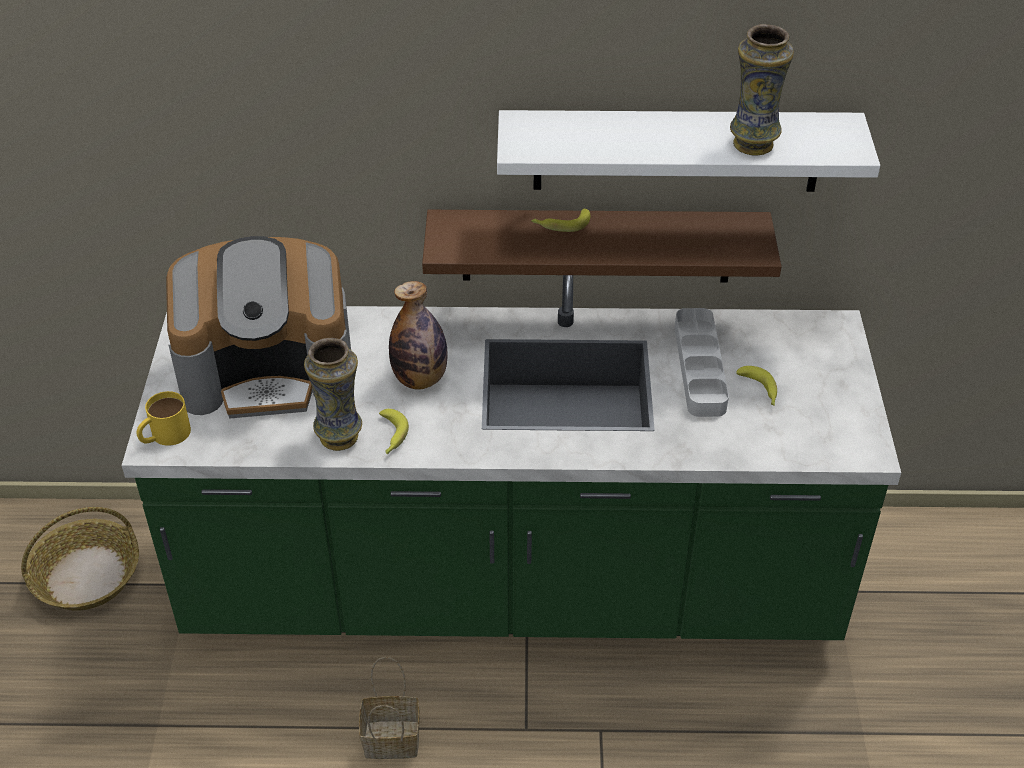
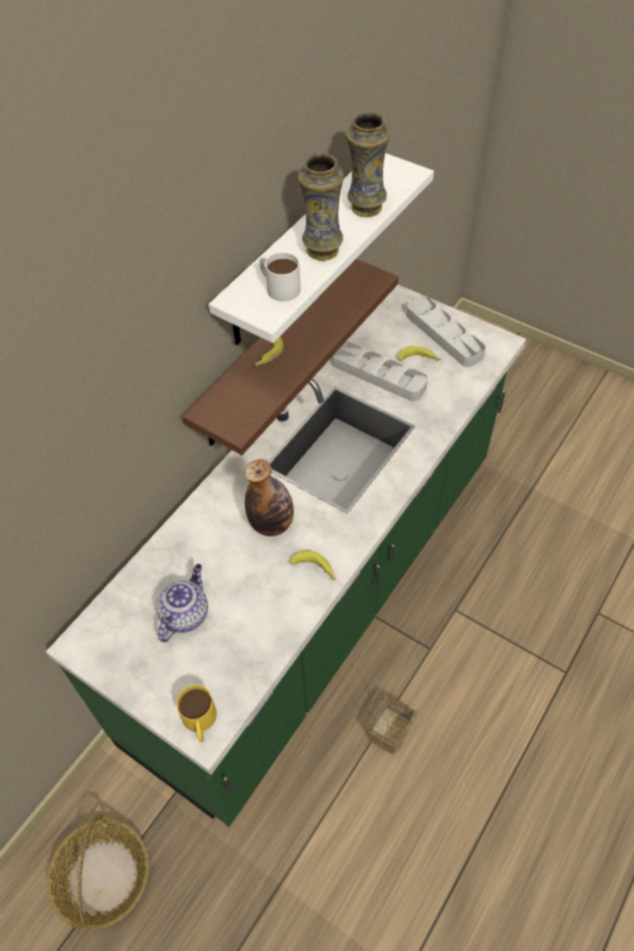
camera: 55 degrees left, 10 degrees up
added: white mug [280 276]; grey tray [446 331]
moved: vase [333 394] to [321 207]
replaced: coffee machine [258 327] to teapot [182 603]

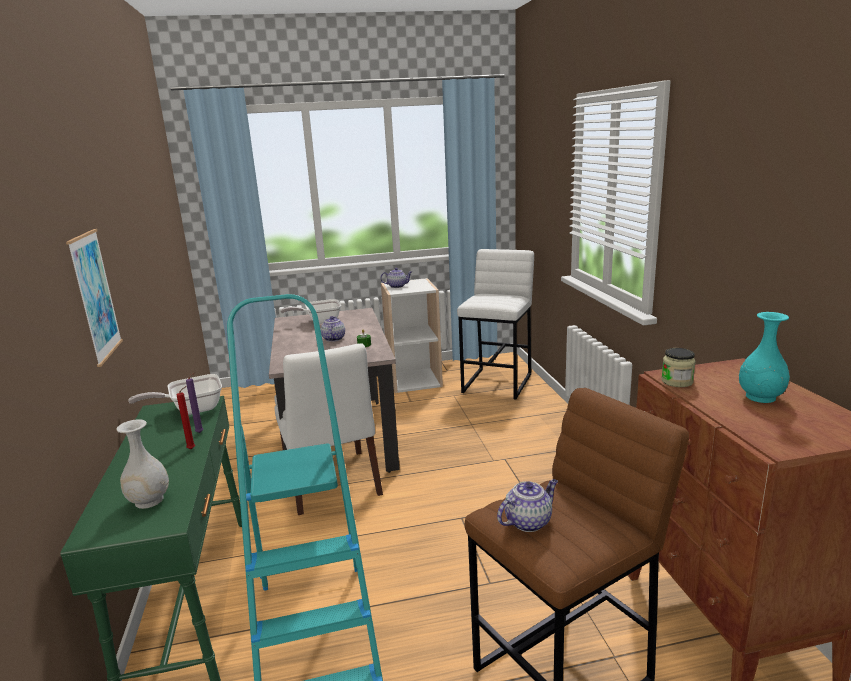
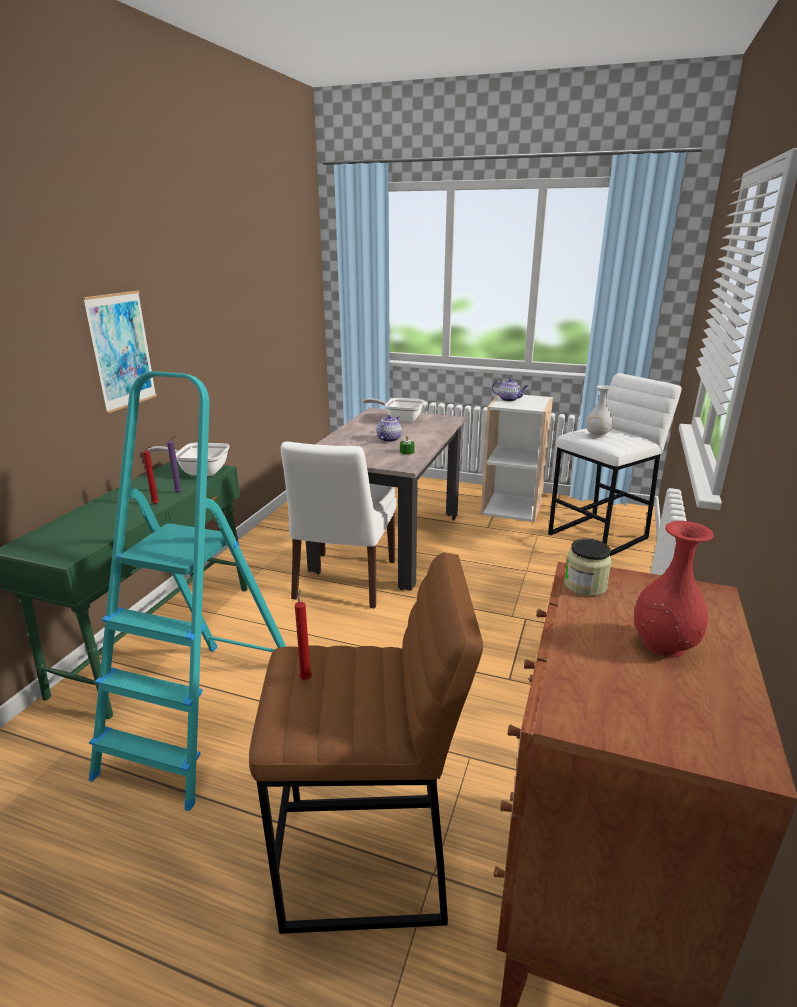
camera: 30 degrees right, 5 degrees up
moved: white vase [142 464] to [599 411]
replaced: teapot [527 505] to red candle [303 635]
recoloured: turquoise vase [764 357] to red vase [674 589]

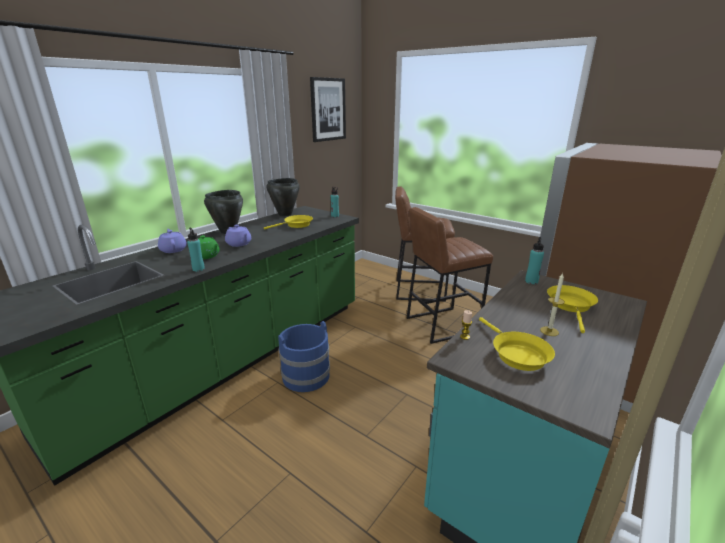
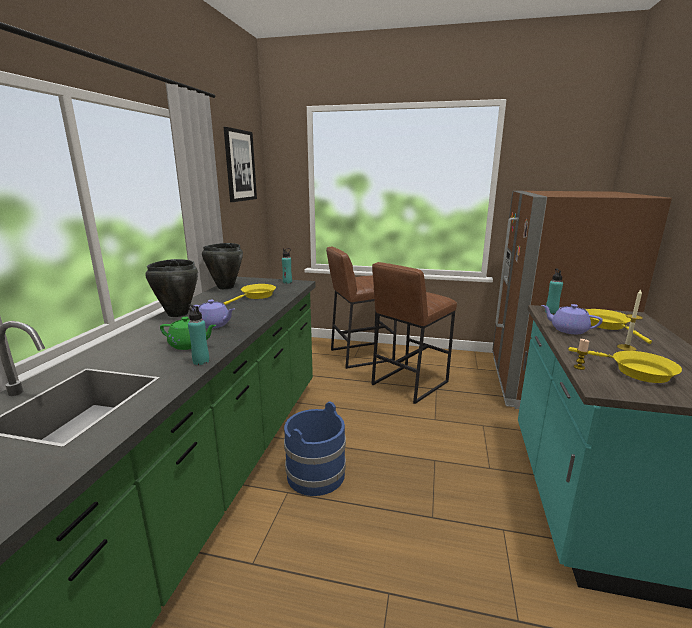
camera: 25 degrees left, 5 degrees down
moved: purple teapot [172 241] to [572 319]

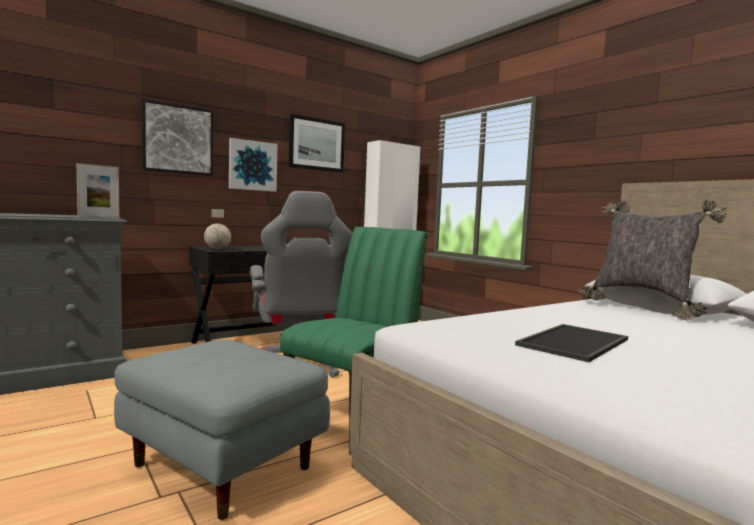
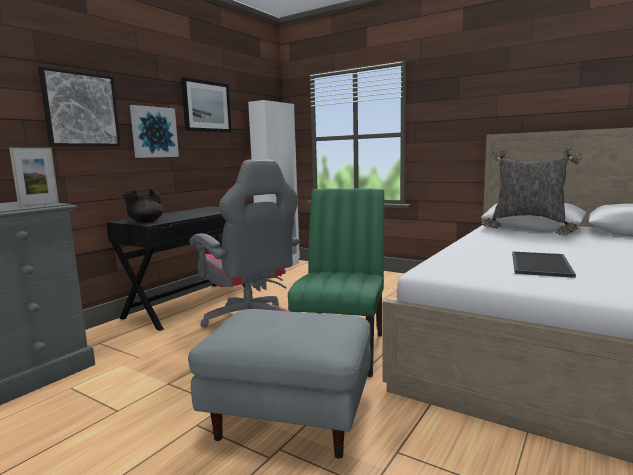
camera: 20 degrees left, 5 degrees up
replaced: globe [217 229] to black teapot [143 205]

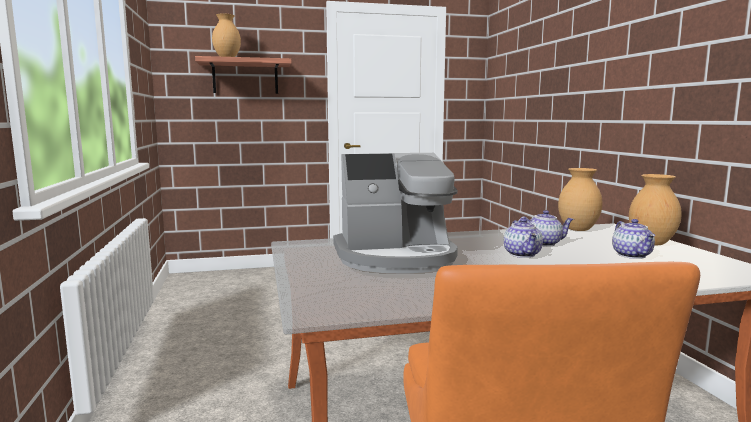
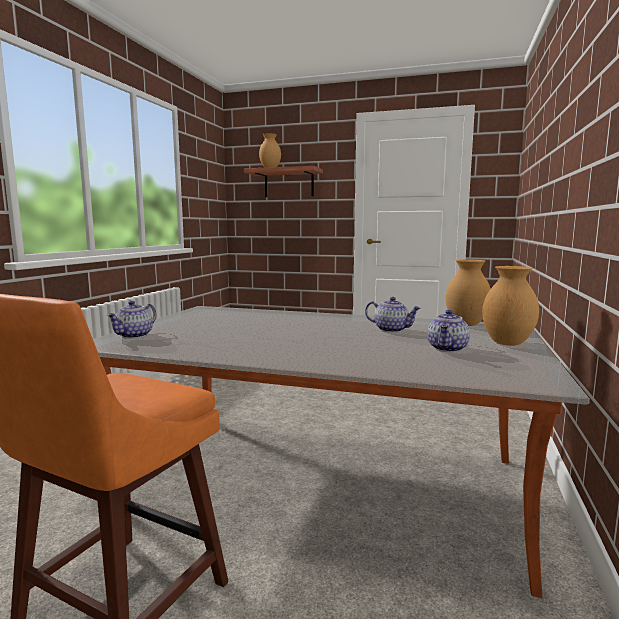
camera: 30 degrees right, 0 degrees up
removed: coffee machine [395 213]
moved: teapot [523 238] to [131 320]

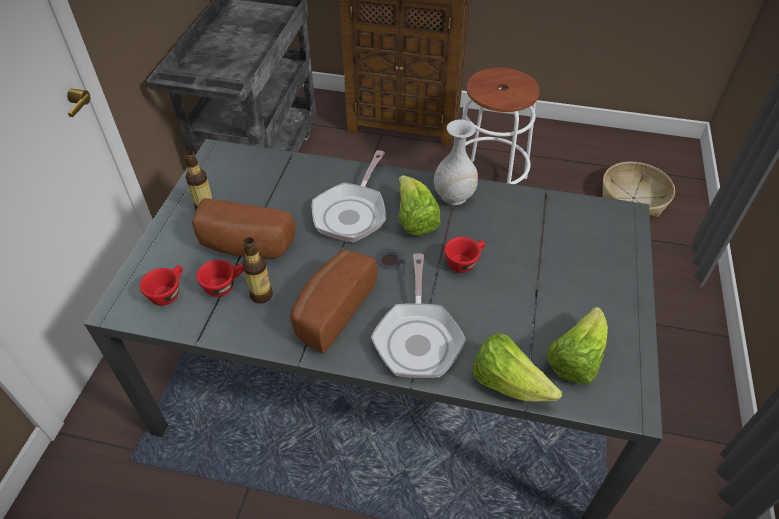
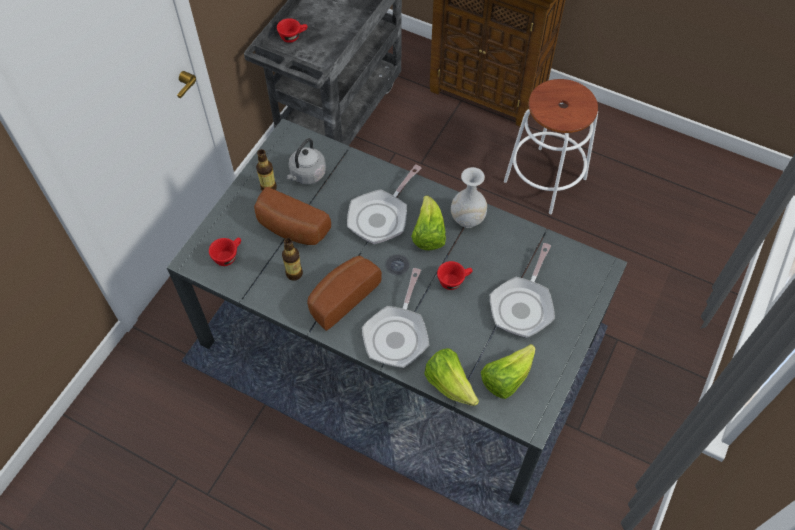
camera: 15 degrees right, 10 degrees up
removed: basket [638 189]
added: grey kettle [306 161]; frying pan [522 290]
moved: red cup [220 278] to [292 30]

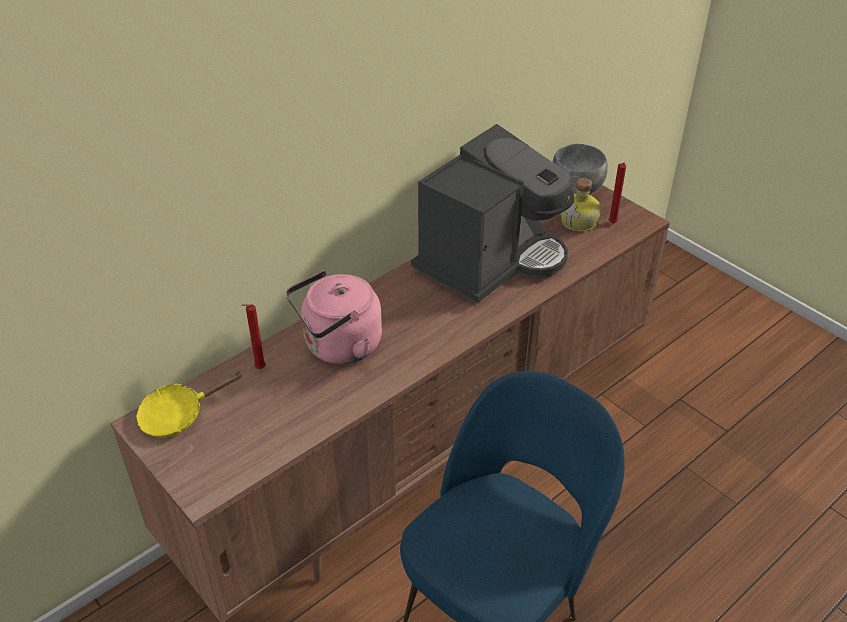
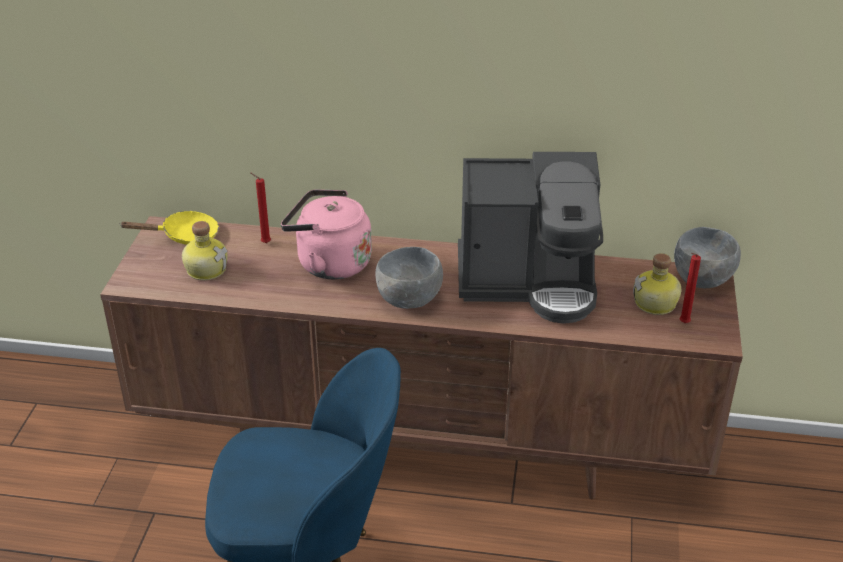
camera: 50 degrees right, 5 degrees down
added: bottle [205 250]; grey bowl [409 278]
turned: yellow frying pan [189 404] = [169 228] 150 degrees clockwise

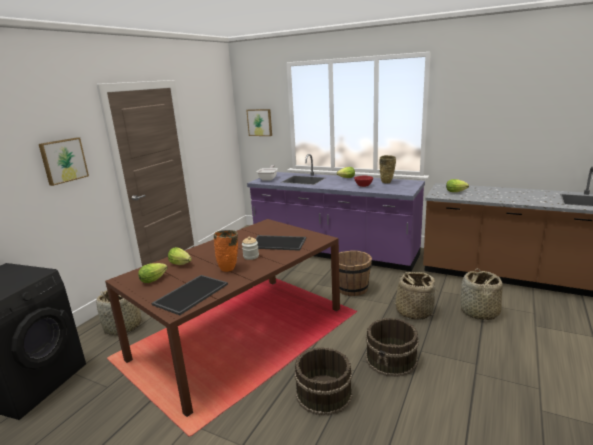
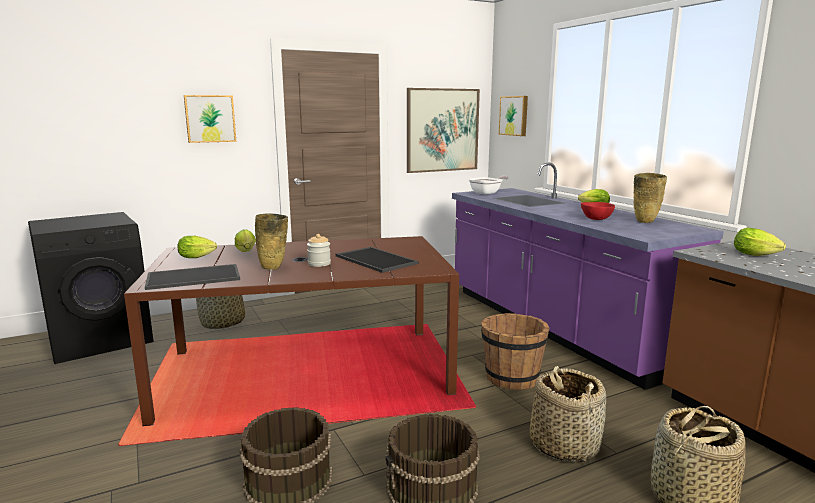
camera: 35 degrees right, 5 degrees down
added: picture [443 130]
recoloured: orange vase [226 251] to beige vase [271 241]

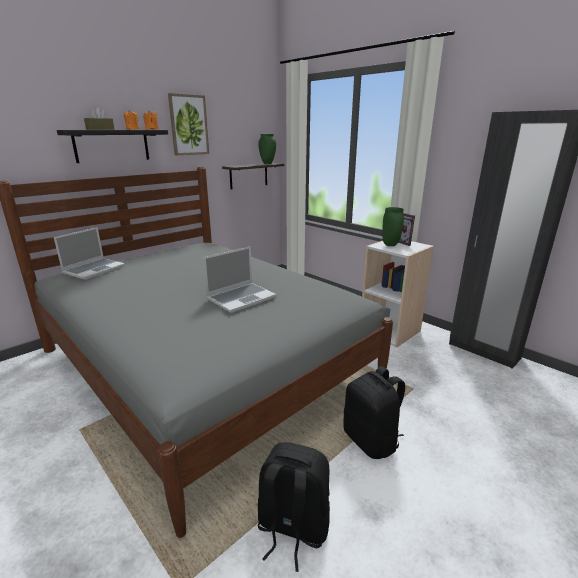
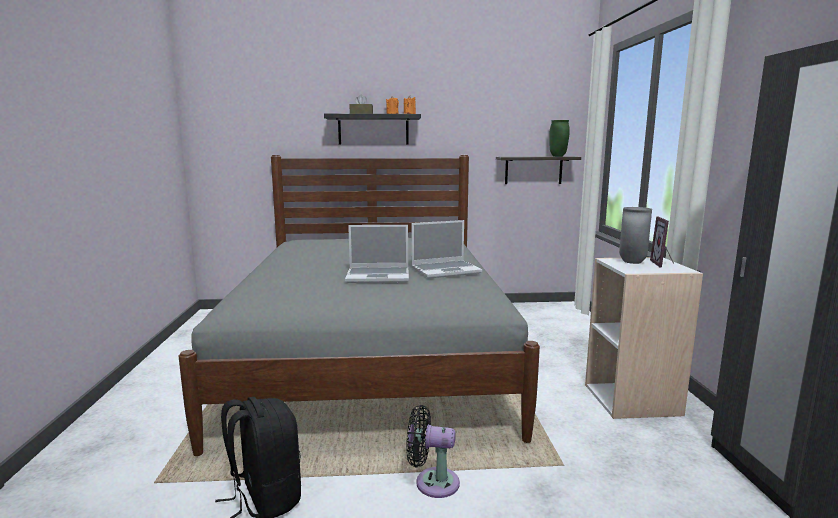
camera: 40 degrees right, 10 degrees down
removed: picture [188 124]
moved: laptop [89 253] to [446 249]
replaced: black backpack [374 412] to black fan [433 451]
recoloured: green vase [393 226] to grey vase [635 235]

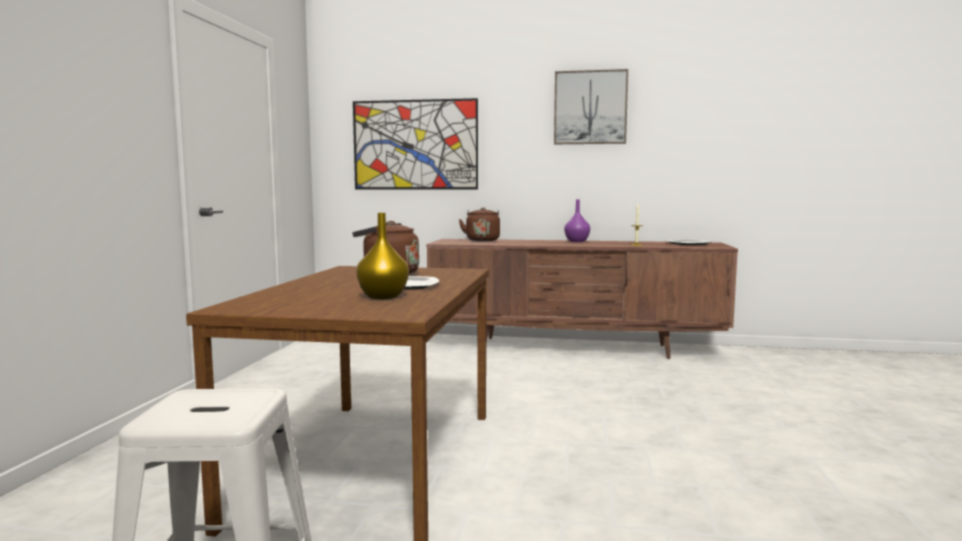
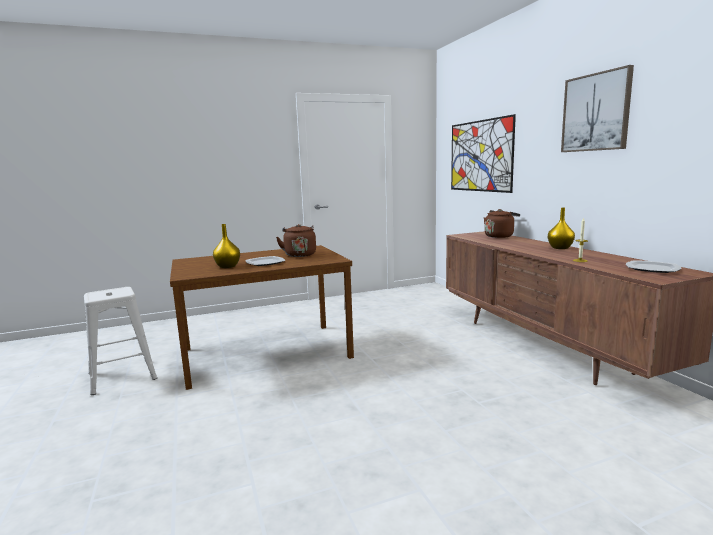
camera: 60 degrees right, 5 degrees up
recoloured: purple vase [577 221] to yellow vase [561 228]

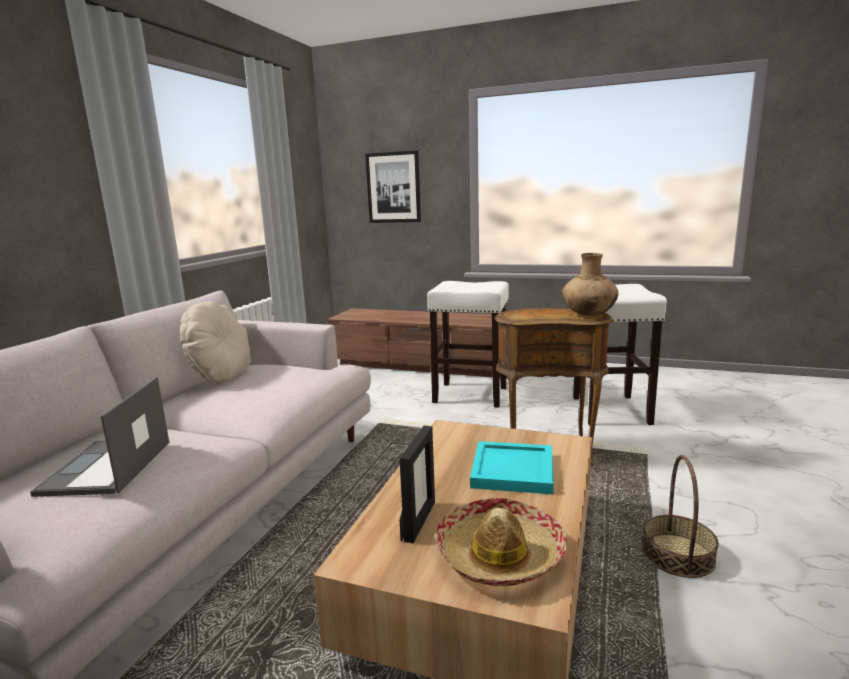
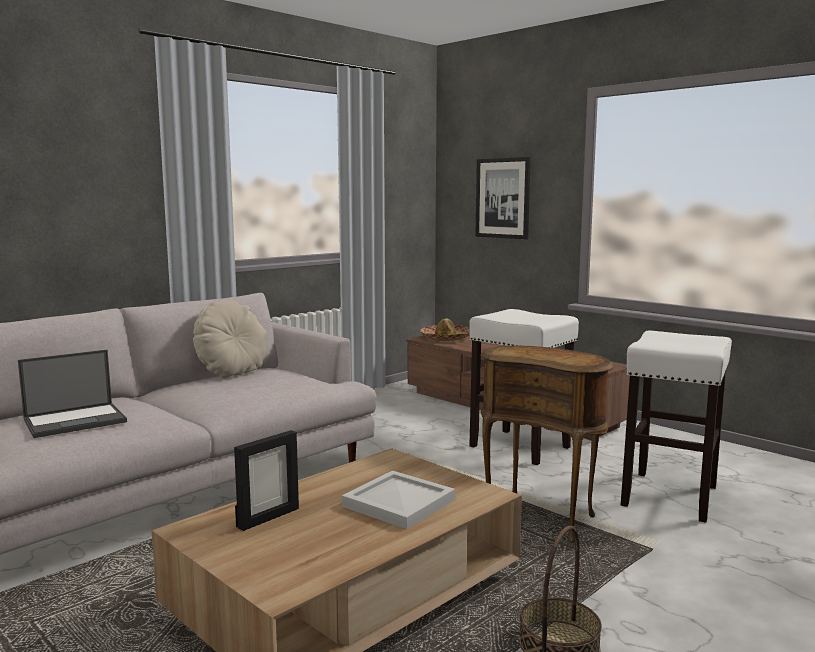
camera: 25 degrees right, 5 degrees down
removed: brown vase [590 284]
moved: hat [501 542] to [445 329]
recoloured: turquoise tray [512 467] to white tray [398 500]
turned: laptop [99 437] = [72 394] 150 degrees counterclockwise

